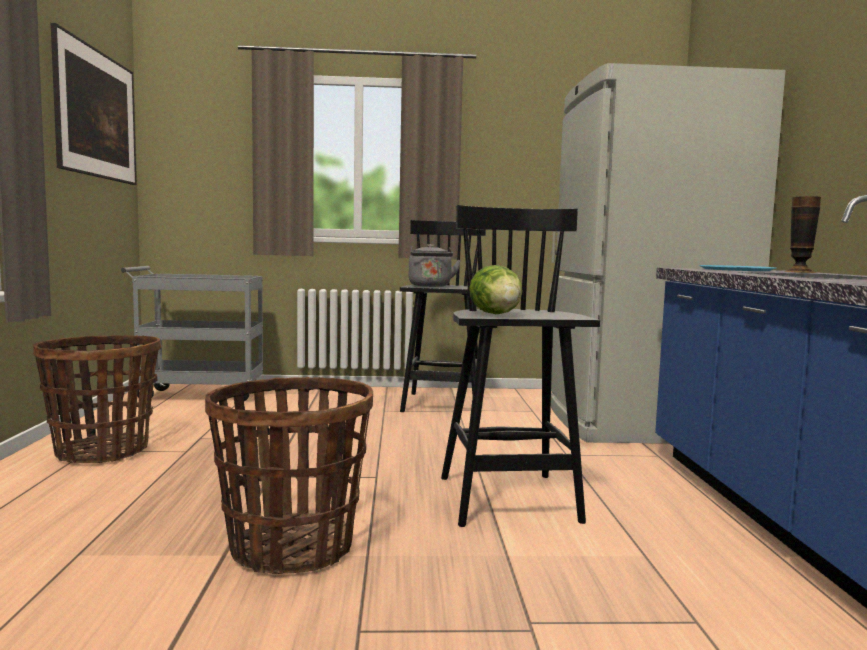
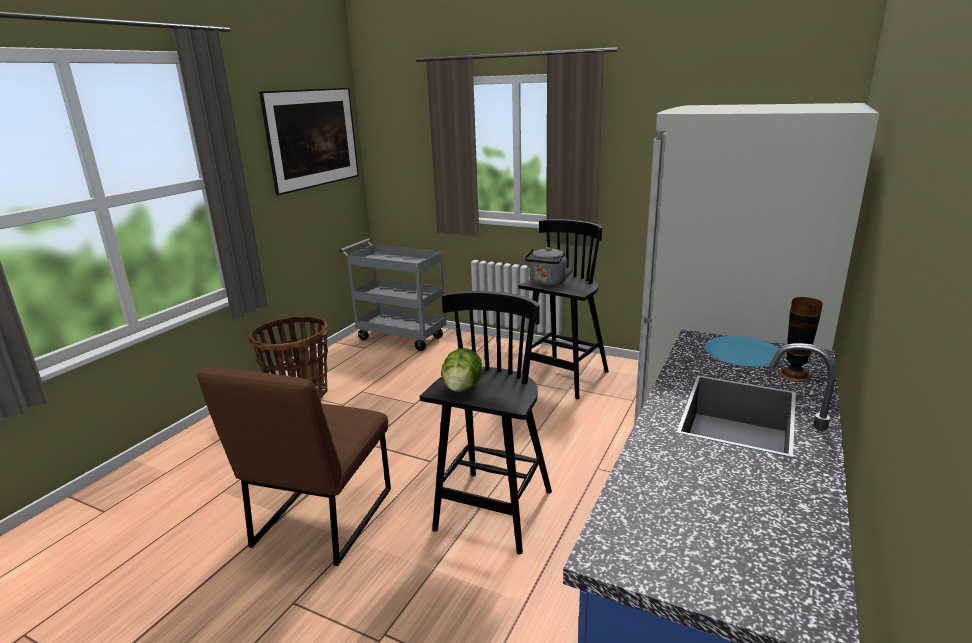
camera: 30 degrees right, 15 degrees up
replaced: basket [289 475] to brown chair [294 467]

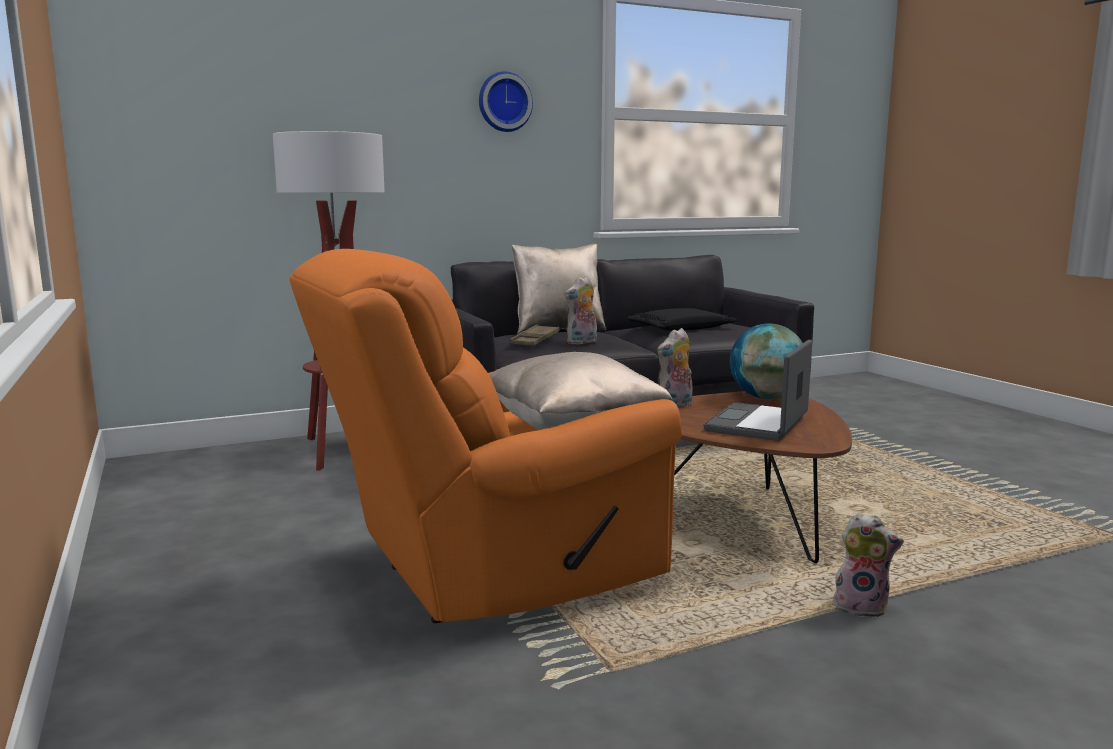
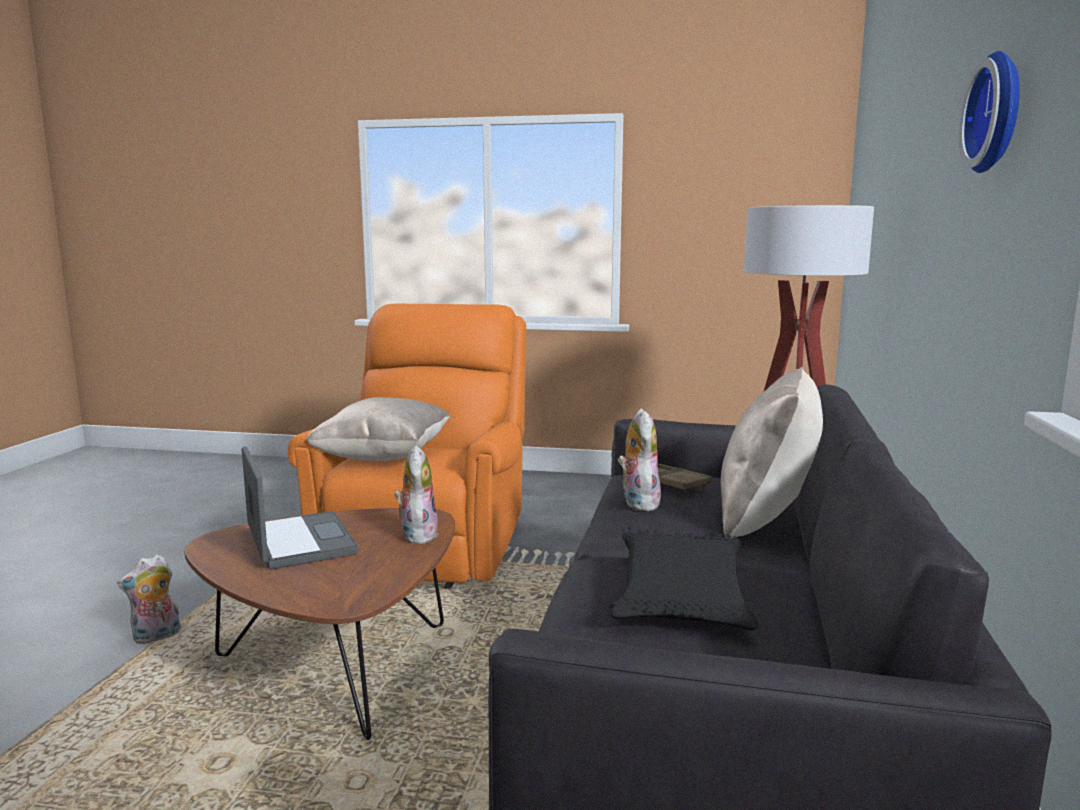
camera: 125 degrees right, 0 degrees up
removed: globe [766 361]

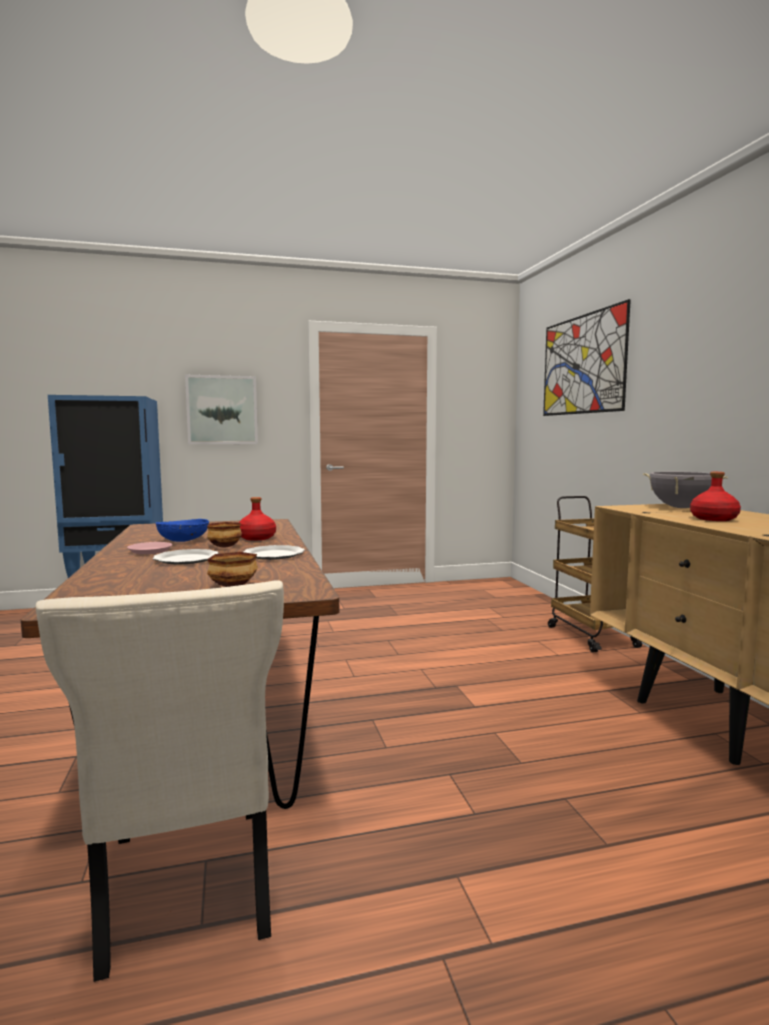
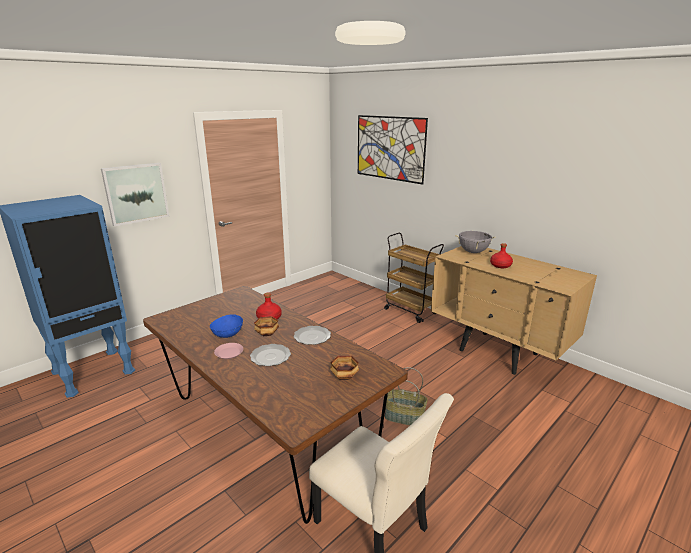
camera: 30 degrees left, 15 degrees up
added: basket [406 396]

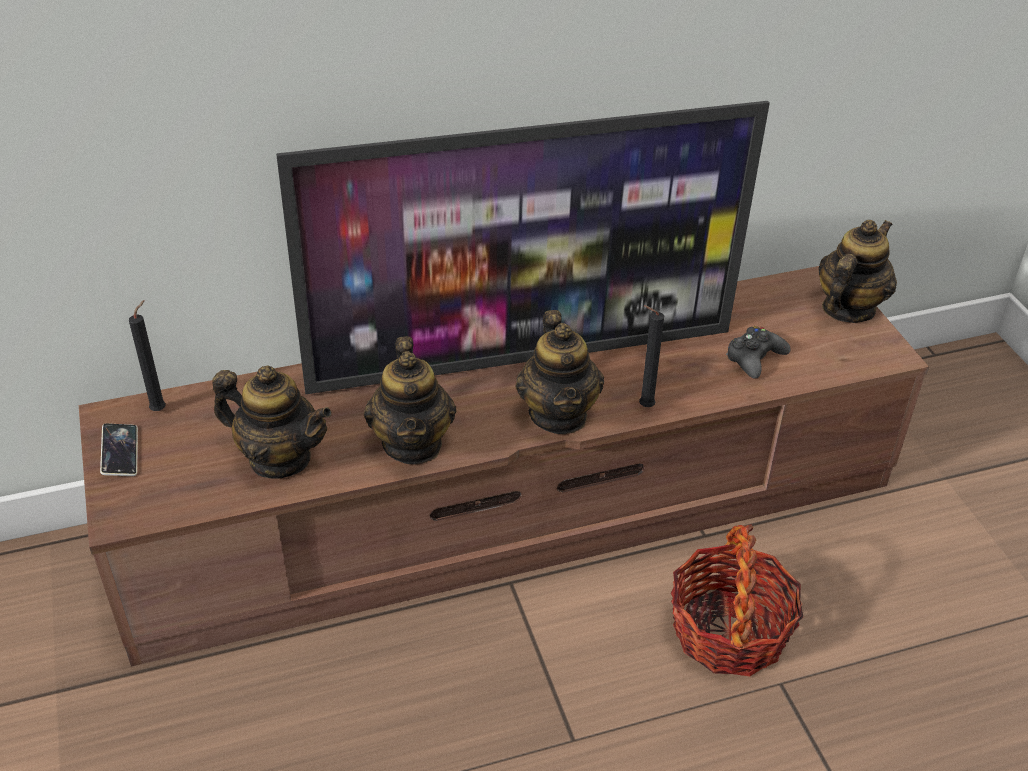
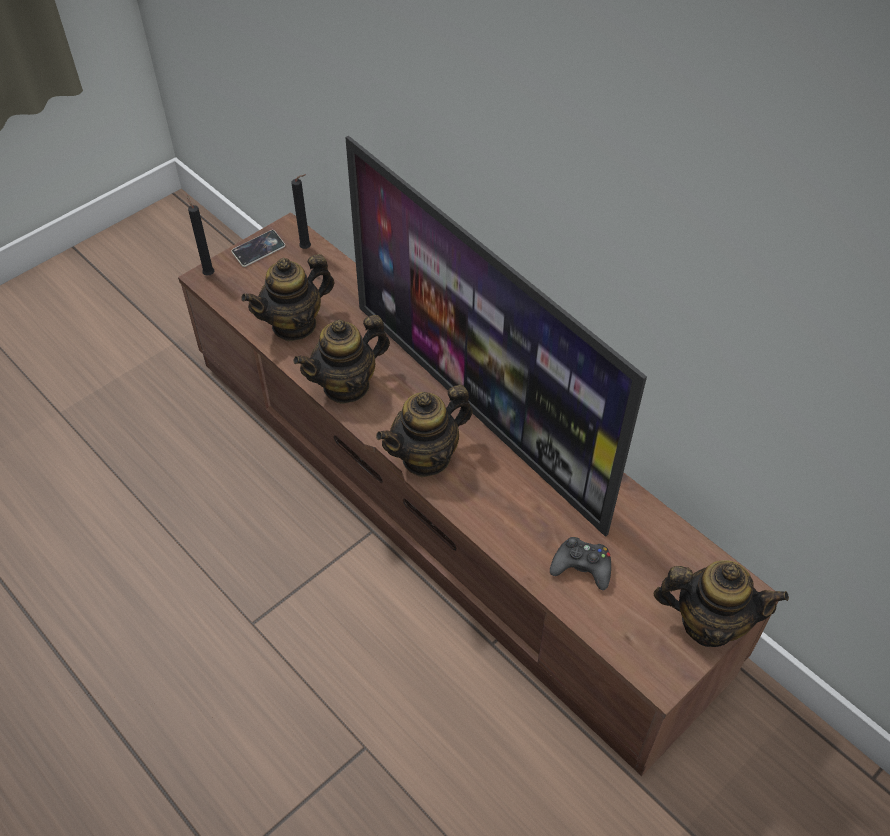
camera: 65 degrees right, 10 degrees up
removed: basket [737 600]
moved: black candle [651 356] to [200 235]
turned: teapot [272 422] = [287 297] 60 degrees clockwise

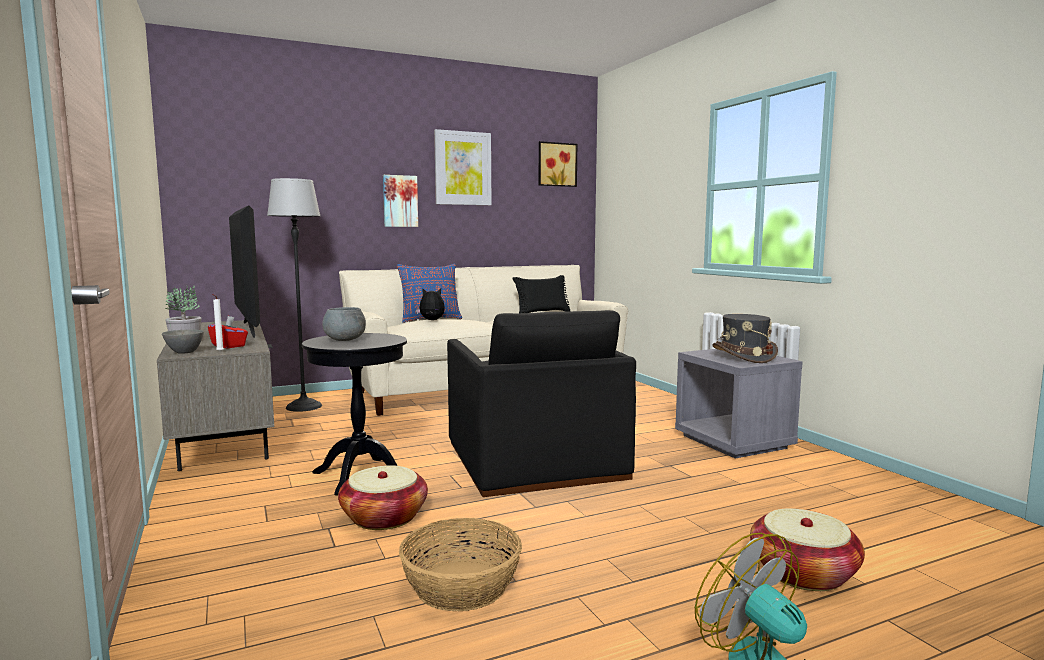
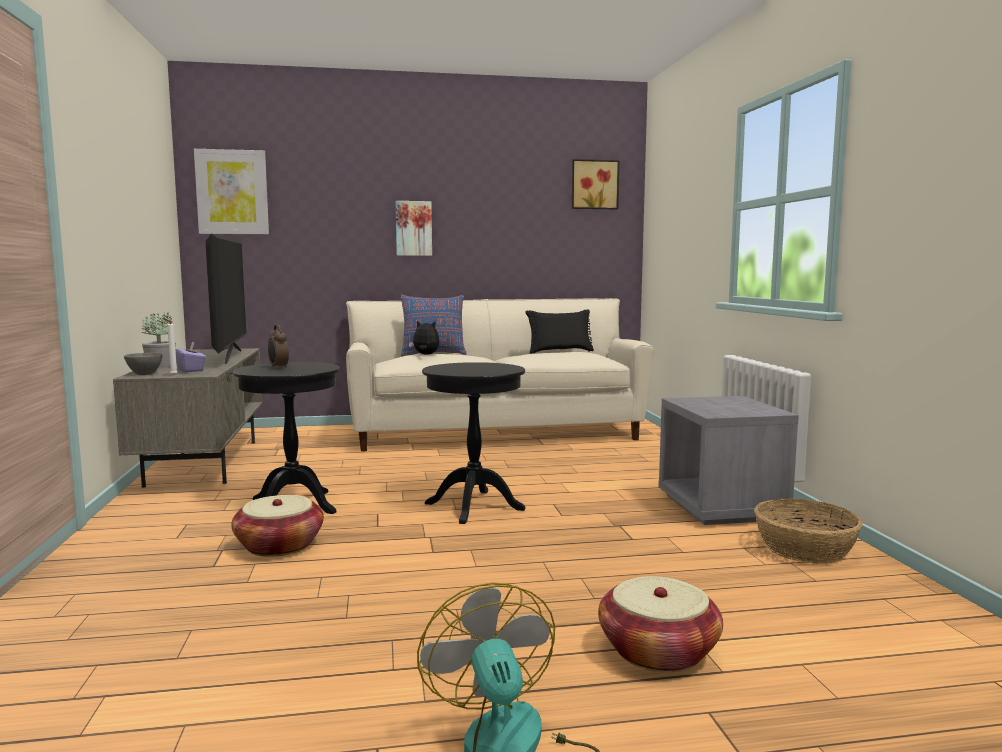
camera: 15 degrees right, 0 degrees up
removed: floor lamp [294 295]; grey hat [745 338]
moved: basket [460 564] to [808 531]; picture [462 167] to [231 191]
replaced: grey bowl [344 324] to alarm clock [278 347]; black armchair [541 403] to black side table [473 443]
recoloured: red tissue box [228 332] to purple tissue box [190 356]

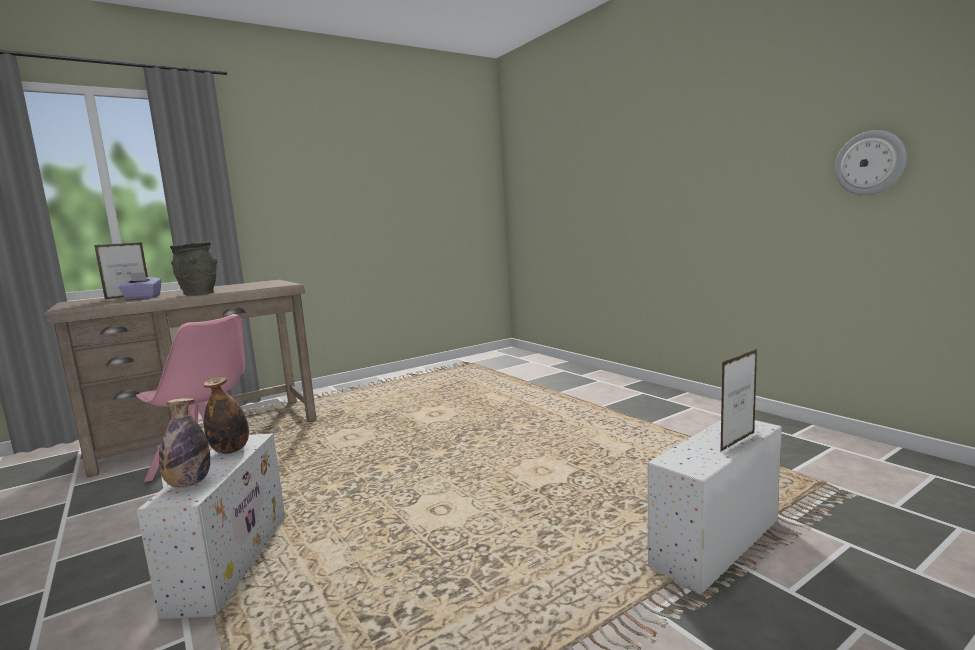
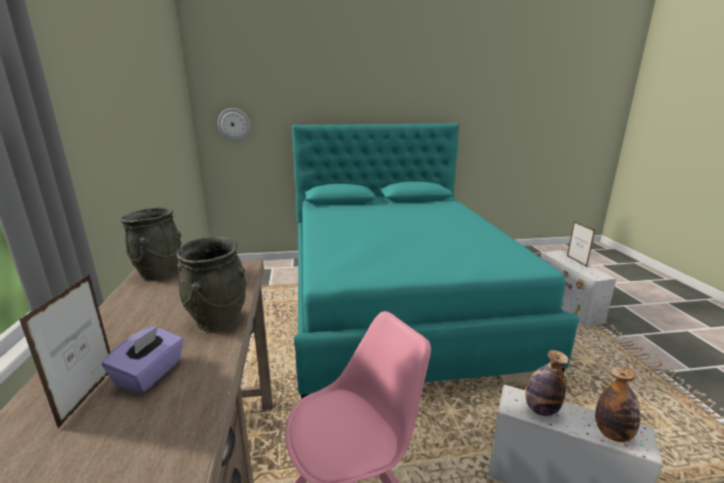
camera: 65 degrees left, 10 degrees up
added: grey vase [150 243]; turquoise bed [435 260]
moved: wall clock [870 162] to [234 124]

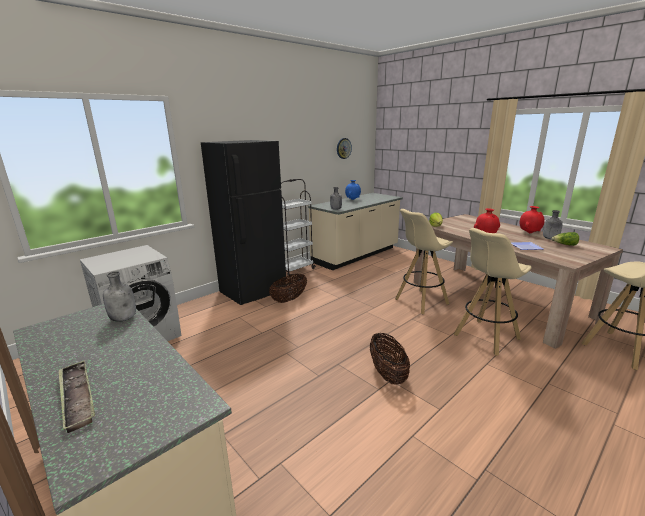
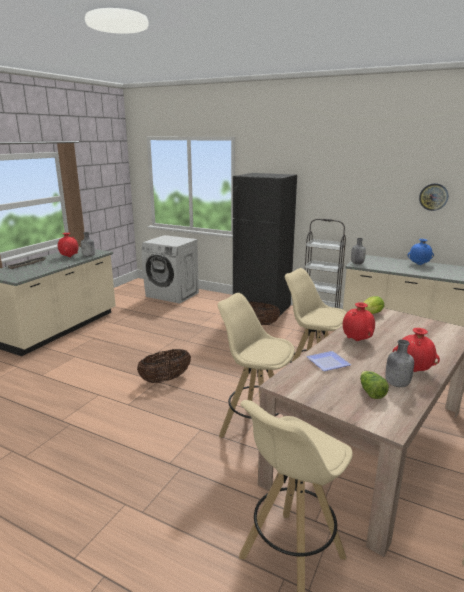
camera: 70 degrees right, 0 degrees up
added: red vase [68 245]

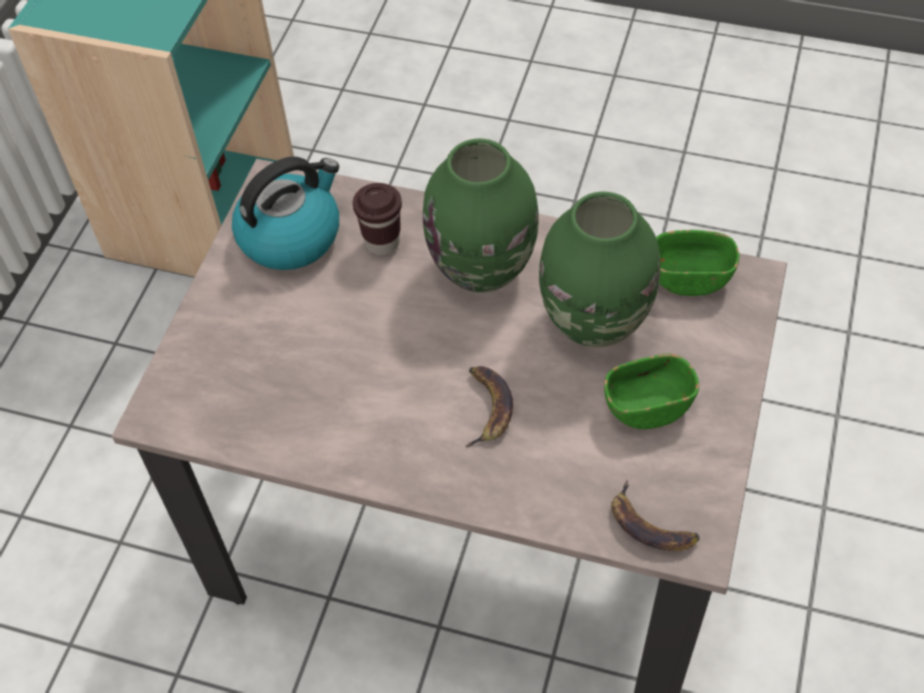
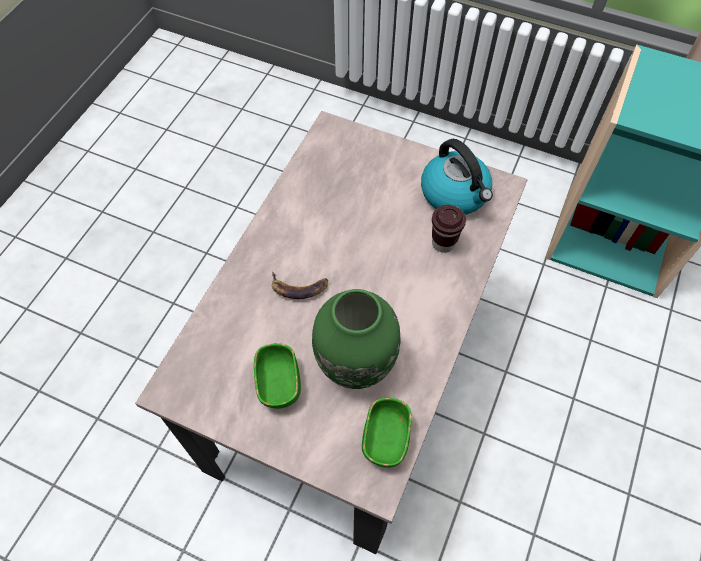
camera: 95 degrees right, 5 degrees up
removed: green vase [481 216]; banana [655 515]

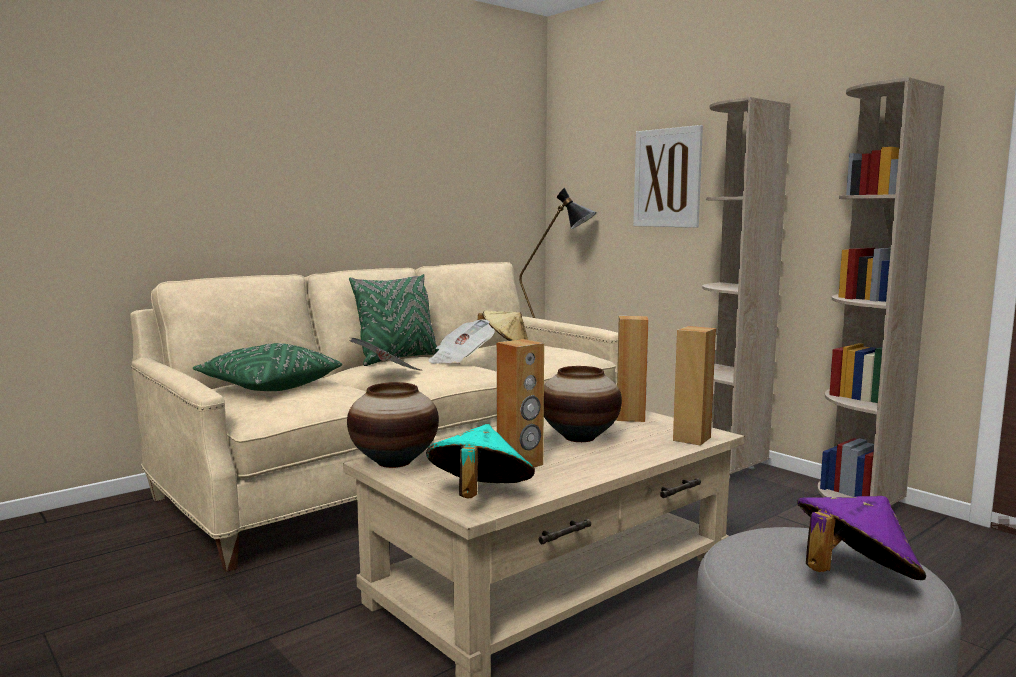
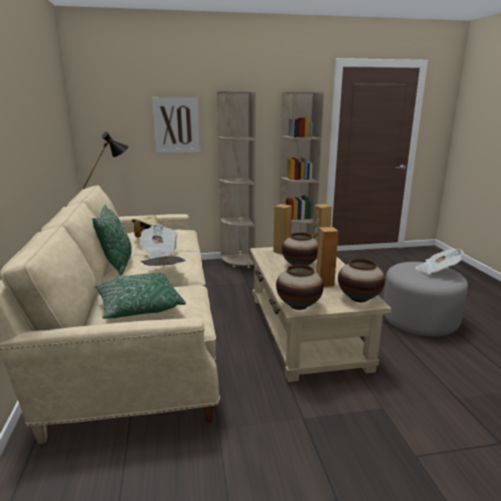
camera: 60 degrees left, 10 degrees up
replaced: turquoise hat [480 461] to vase [361 281]; purple hat [861 538] to newspaper [439 261]

